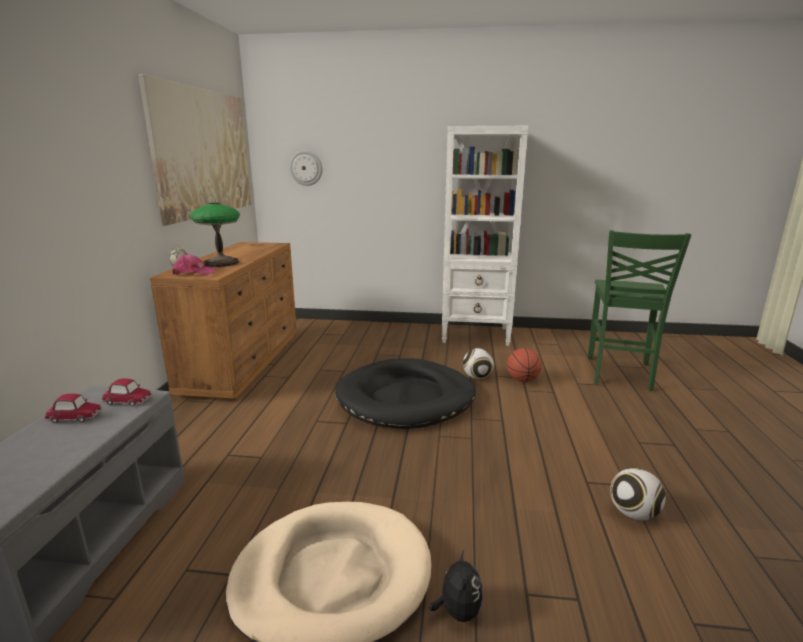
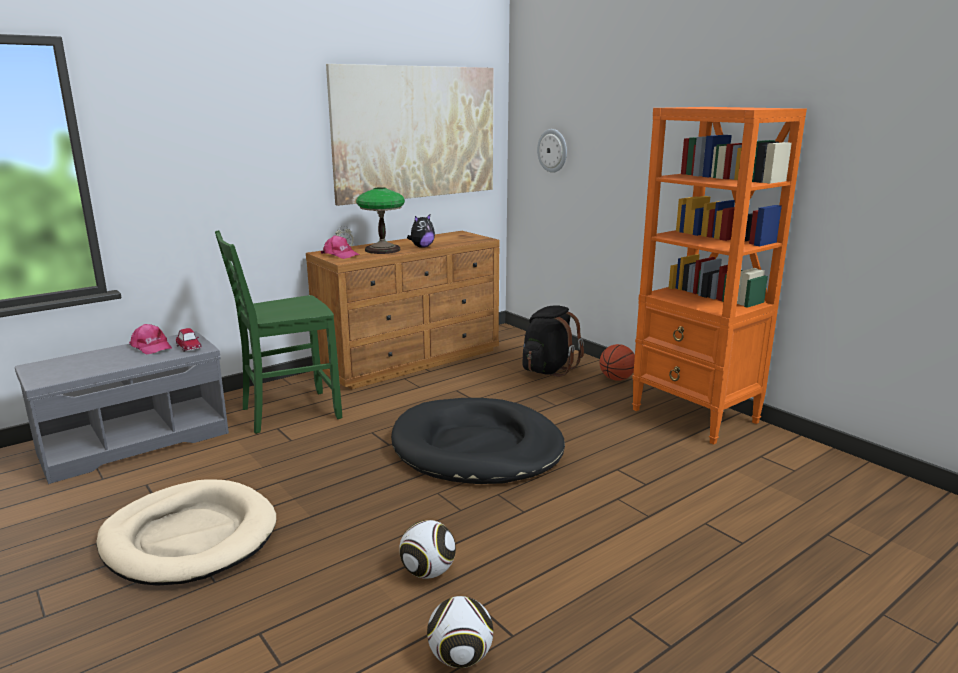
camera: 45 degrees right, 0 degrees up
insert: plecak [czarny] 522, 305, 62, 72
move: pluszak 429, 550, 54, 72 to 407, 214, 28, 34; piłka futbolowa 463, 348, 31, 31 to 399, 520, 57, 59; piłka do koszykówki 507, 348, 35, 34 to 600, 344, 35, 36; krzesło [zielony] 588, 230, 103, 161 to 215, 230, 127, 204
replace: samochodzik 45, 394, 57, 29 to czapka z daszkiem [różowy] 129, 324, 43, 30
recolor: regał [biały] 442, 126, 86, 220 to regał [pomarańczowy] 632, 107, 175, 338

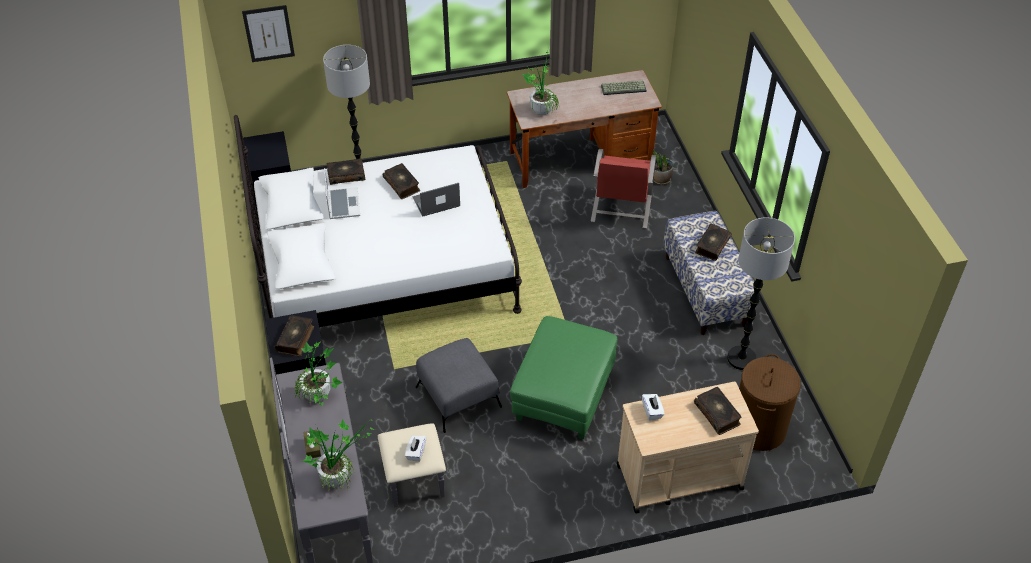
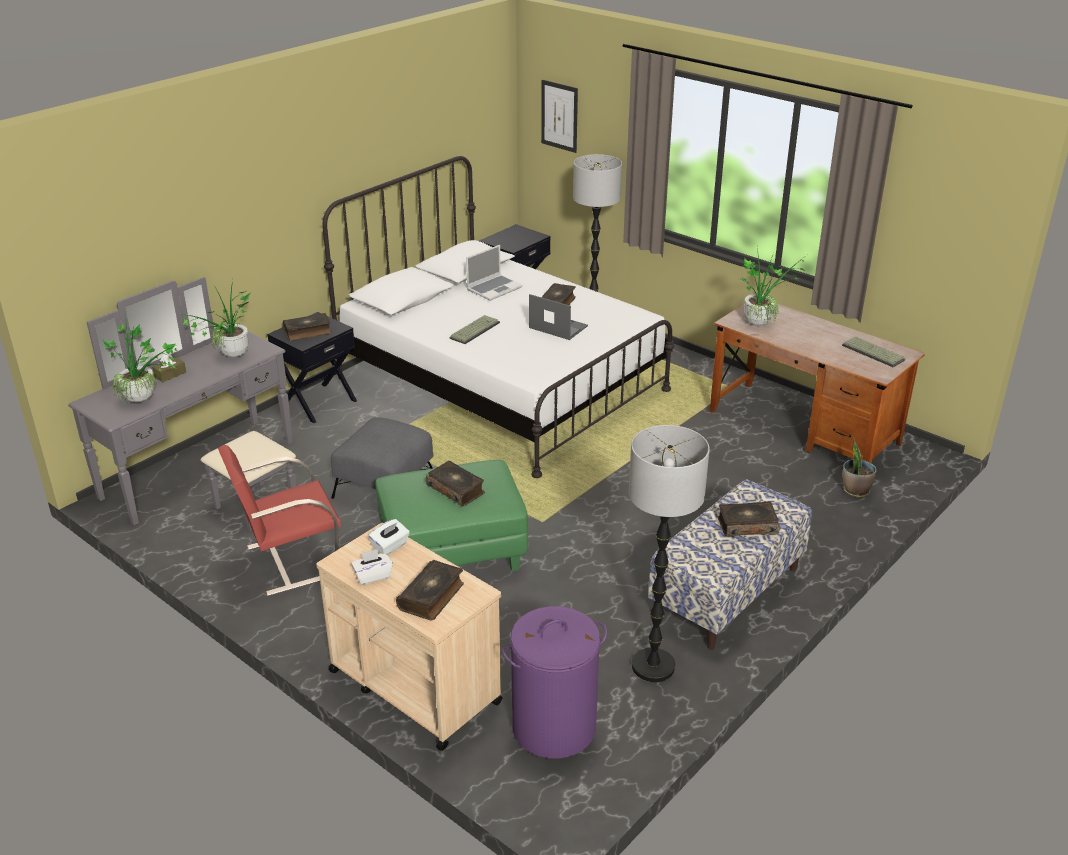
camera: 55 degrees right, 15 degrees down
insert: klawiatura 449, 315, 51, 29
move: książka 327, 158, 38, 27 to 426, 461, 59, 46; pudełko chusteczek [biały] 405, 436, 21, 26 to 351, 549, 42, 36; krzesło [czerwony] 590, 149, 66, 80 to 218, 445, 123, 151
recolor: kosz na pranie [brązowy] 739, 354, 62, 97 to kosz na pranie [fioletowy] 502, 606, 105, 153

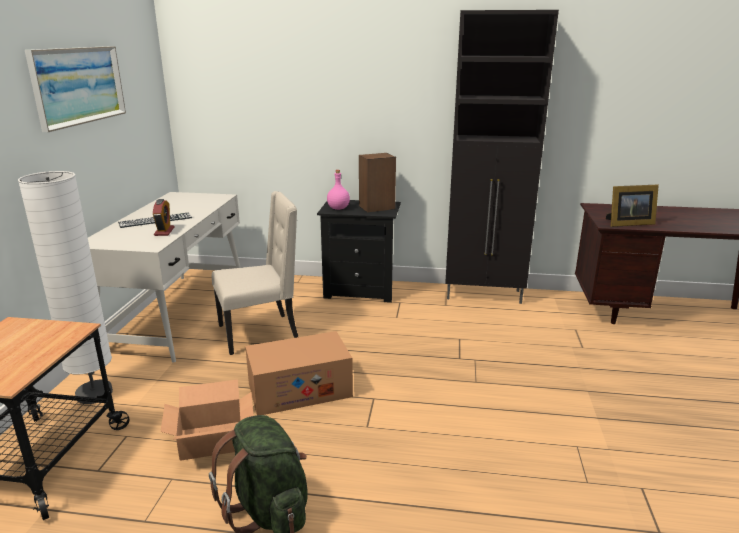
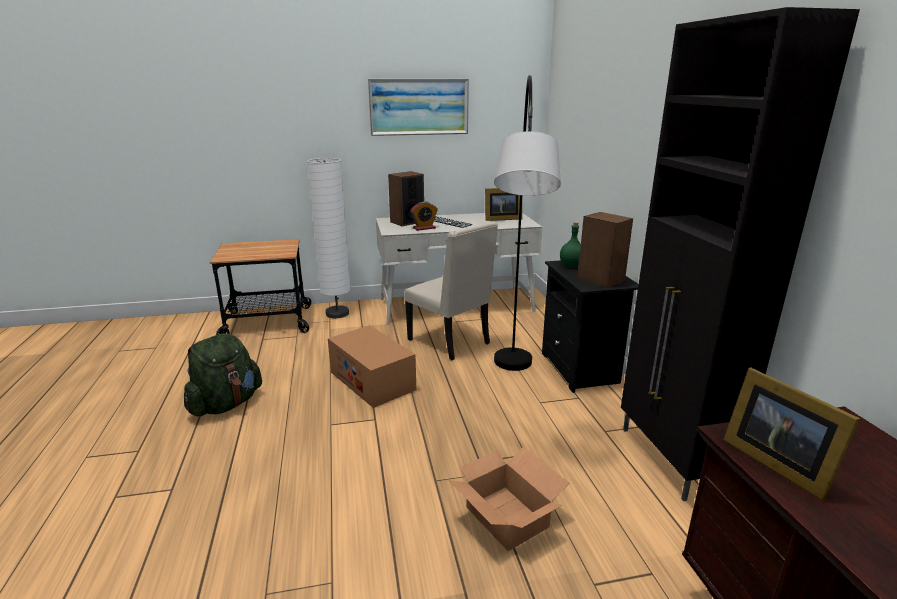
camera: 70 degrees right, 0 degrees up
insert: głośnik 388, 171, 36, 55; ramka na zdjęcie 485, 188, 37, 33; lampa stojąca [szary] 494, 75, 67, 296
move: karton 161, 379, 93, 82 to 449, 447, 120, 104
recolor: butelka [różowy] 327, 170, 23, 40 to butelka [zielony] 560, 222, 21, 45

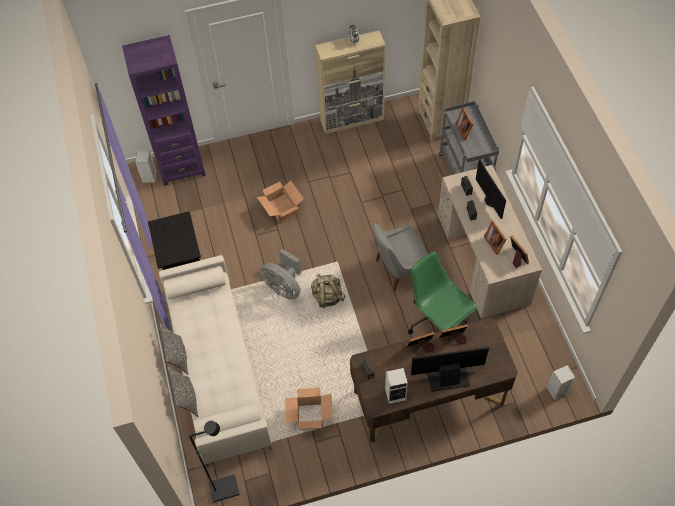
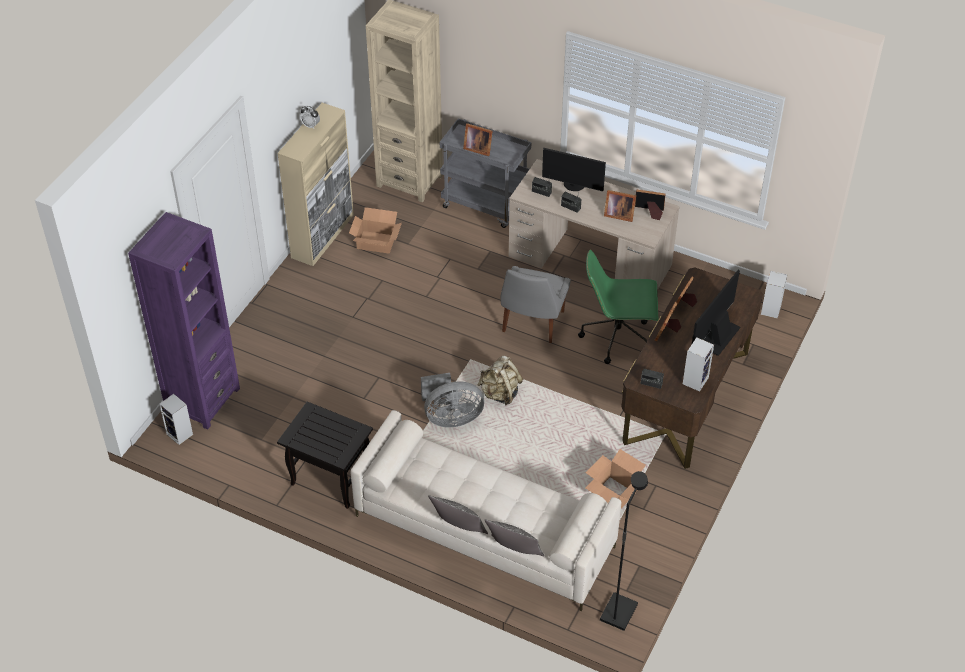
camera: 50 degrees left, 10 degrees down
move: karton 257, 180, 47, 42 to 349, 207, 53, 47

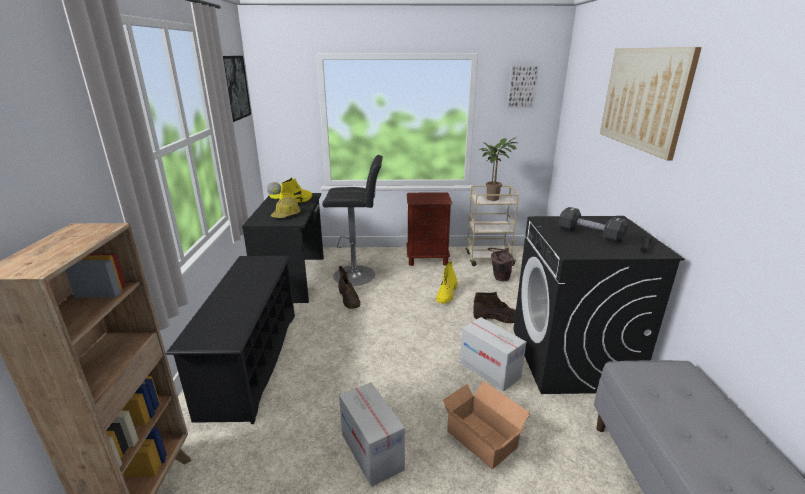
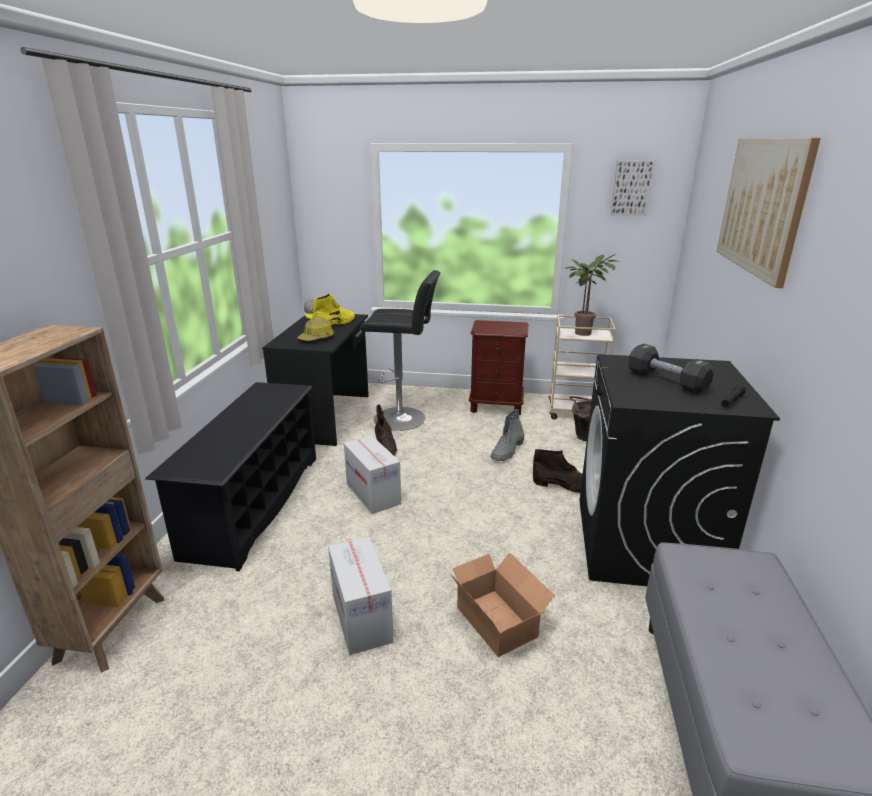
camera: 10 degrees right, 0 degrees up
delete: obraz 223, 56, 28, 66
move: karton 460, 317, 66, 75 to 344, 436, 57, 78
recolor: but z cholewką [żółty] 436, 261, 22, 43 to but z cholewką [szary] 491, 409, 33, 52

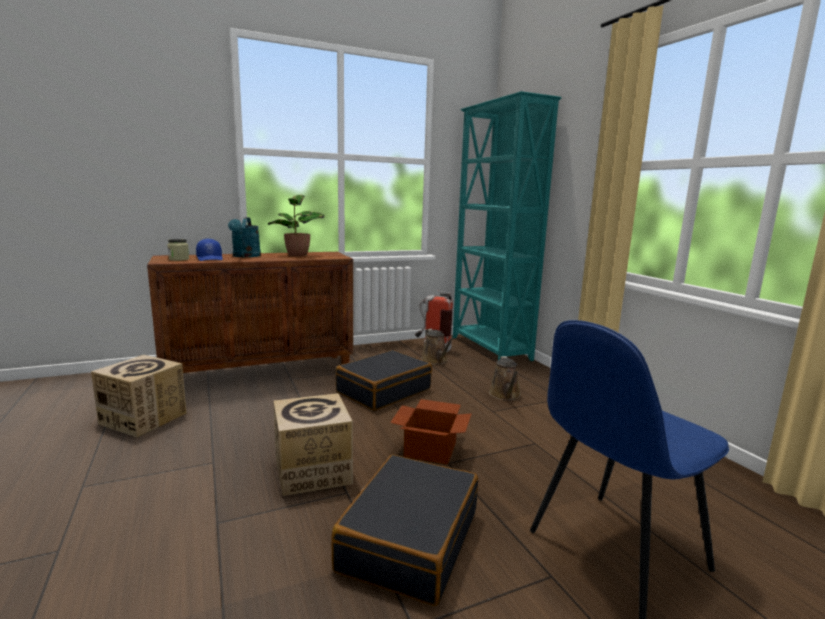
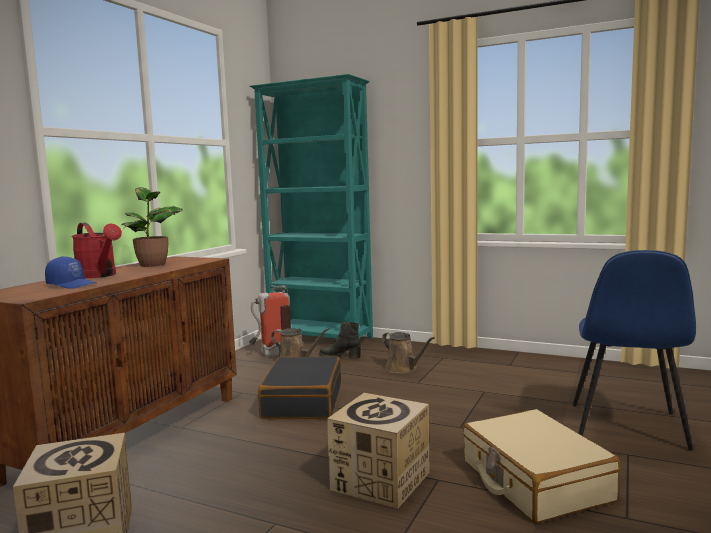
camera: 40 degrees left, 5 degrees down
delete: słoik 167, 239, 22, 22; karton 390, 399, 81, 66
insert: but z cholewką [czarny] 319, 322, 42, 37
recolor: konewka [turkusowy] 228, 217, 33, 40 to konewka [czerwony] 72, 223, 50, 55; walizka [czarny] 331, 455, 147, 151 to walizka [beżowy] 463, 409, 157, 114

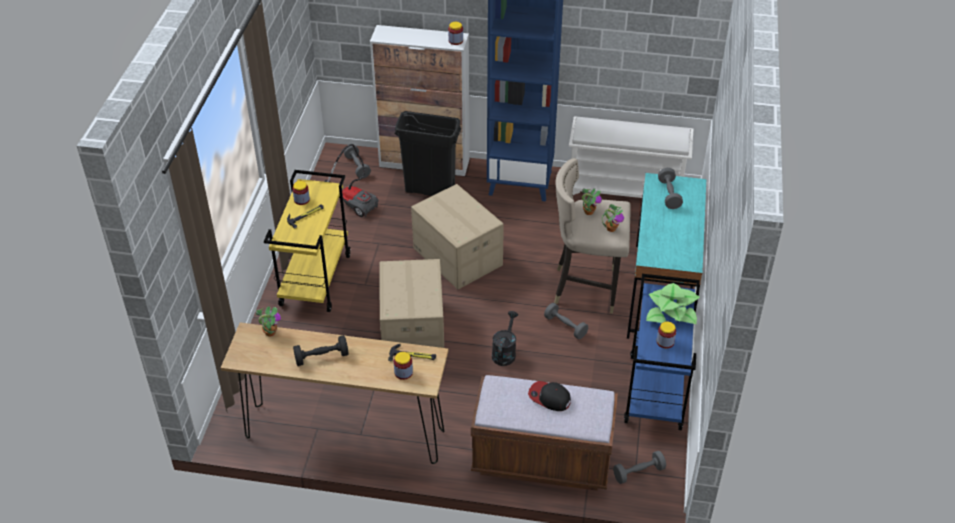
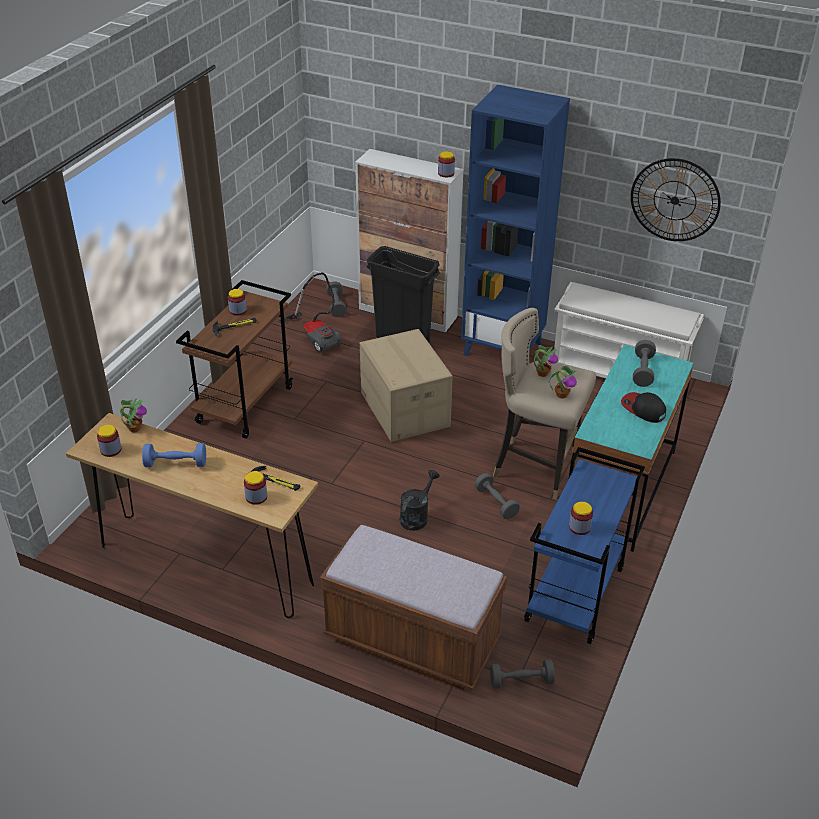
camera: 15 degrees right, 5 degrees down
delete: karton 380, 259, 64, 89; roślina doniczkowa 646, 283, 54, 41
insert: słoik 97, 425, 24, 32; zegar ścienny 631, 158, 90, 83
move: czapka z daszkiem 528, 381, 43, 30 to 621, 392, 45, 31
recolor: wózek [żółty] 264, 170, 87, 142 to wózek [brązowy] 176, 280, 117, 159; hantel [czarny] 293, 335, 56, 31 to hantel [niebieski] 142, 443, 64, 24

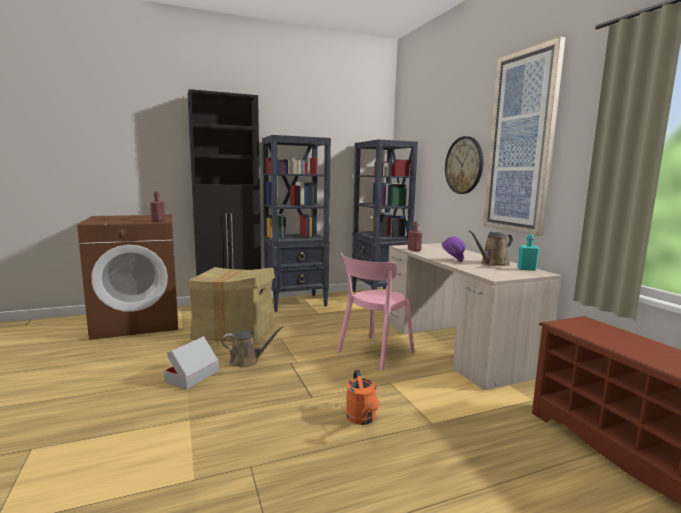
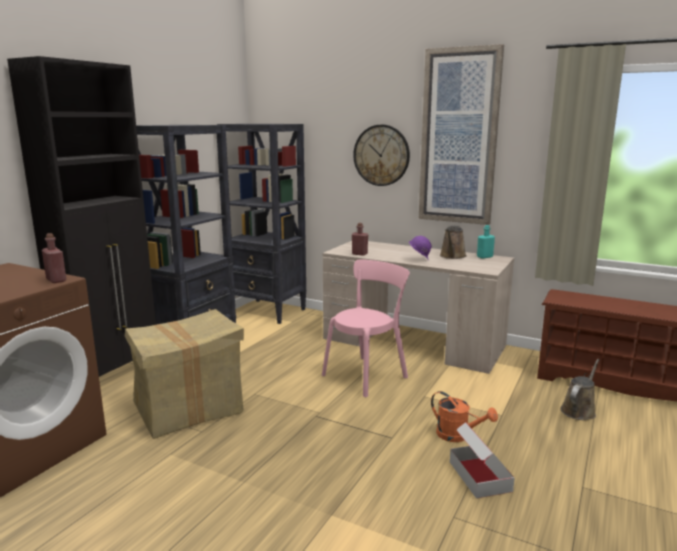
camera: 40 degrees left, 5 degrees up
move: karton 164, 336, 55, 54 to 450, 422, 64, 76; konewka [brązowy] 221, 326, 63, 42 to 560, 359, 40, 61
rotate: krzesło [różowy] 337, 253, 77, 117 = 322, 259, 88, 138 135 degrees counterclockwise

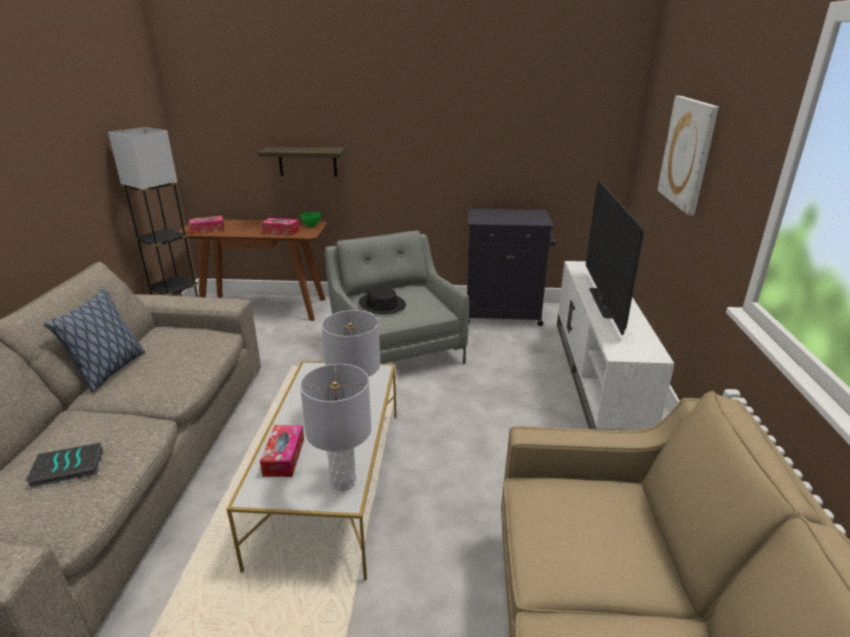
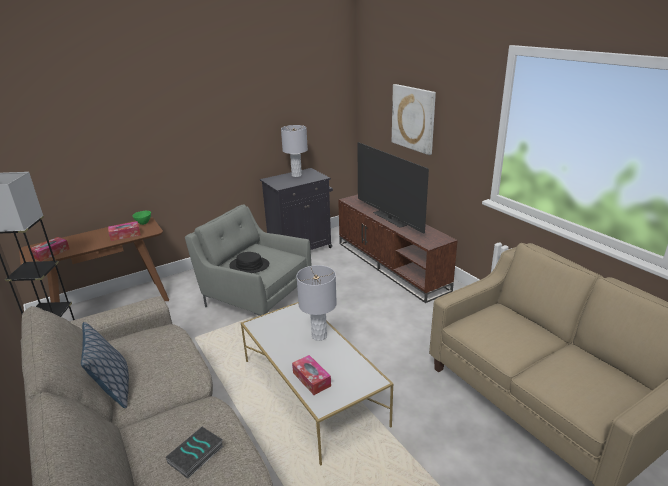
camera: 35 degrees left, 0 degrees up
delete: półka 257, 147, 89, 30
move: lampa stołowa [szary] 300, 364, 72, 127 to 281, 125, 27, 52
recolor: szafka pod telewizor [biały] 557, 261, 118, 169 to szafka pod telewizor [brązowy] 338, 194, 119, 109

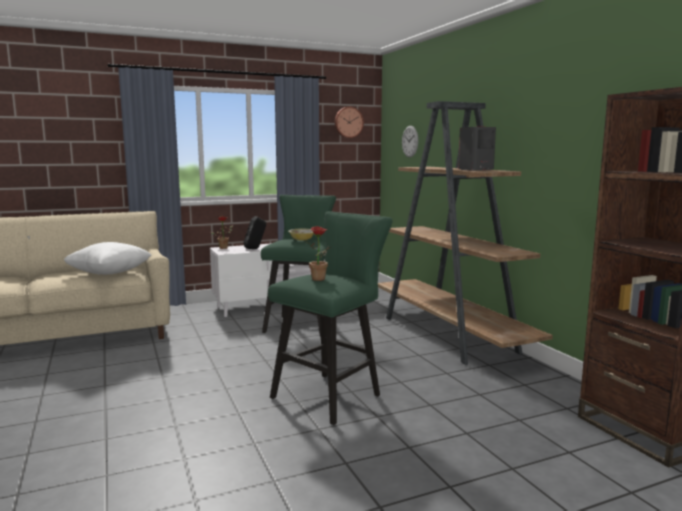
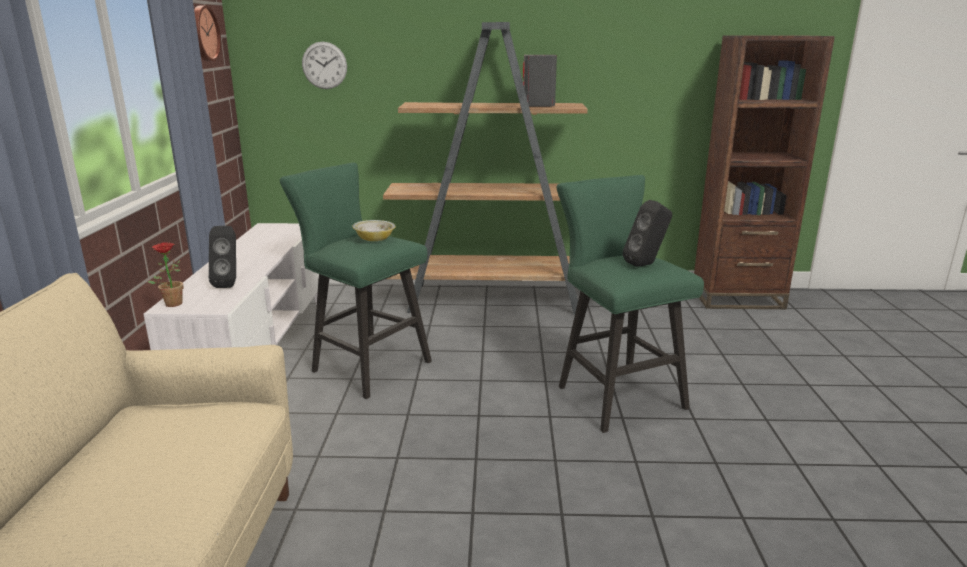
camera: 65 degrees left, 10 degrees up
delete: poduszka [biały] 64, 242, 88, 33
replace: roślina doniczkowa 306, 226, 25, 55 to głośnik [czarny] 623, 200, 49, 67

